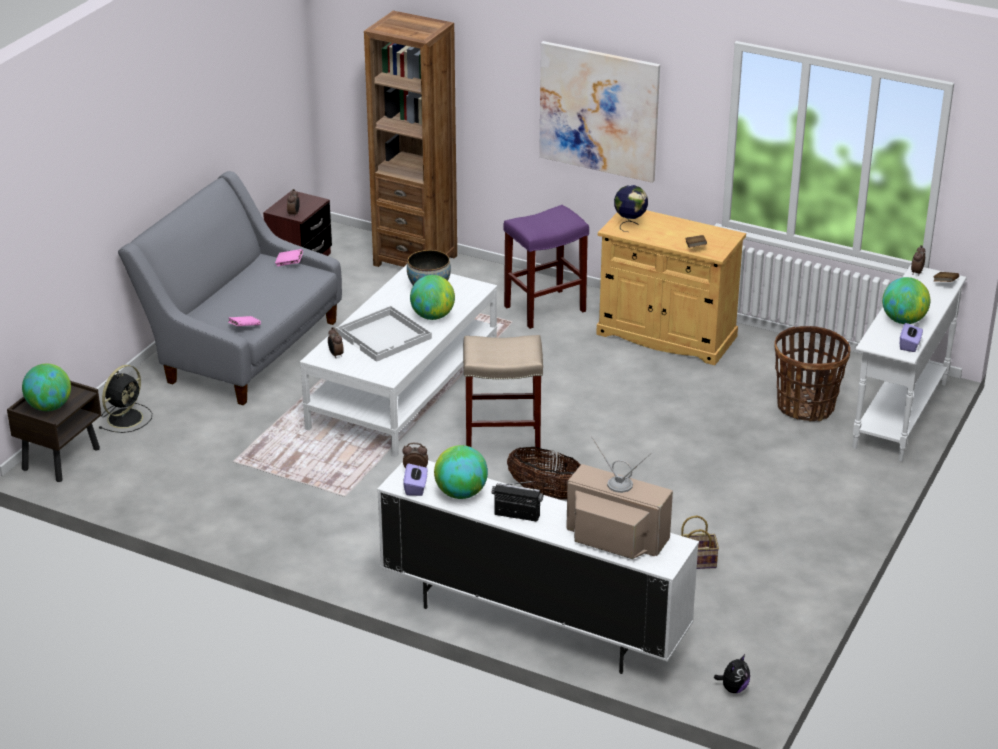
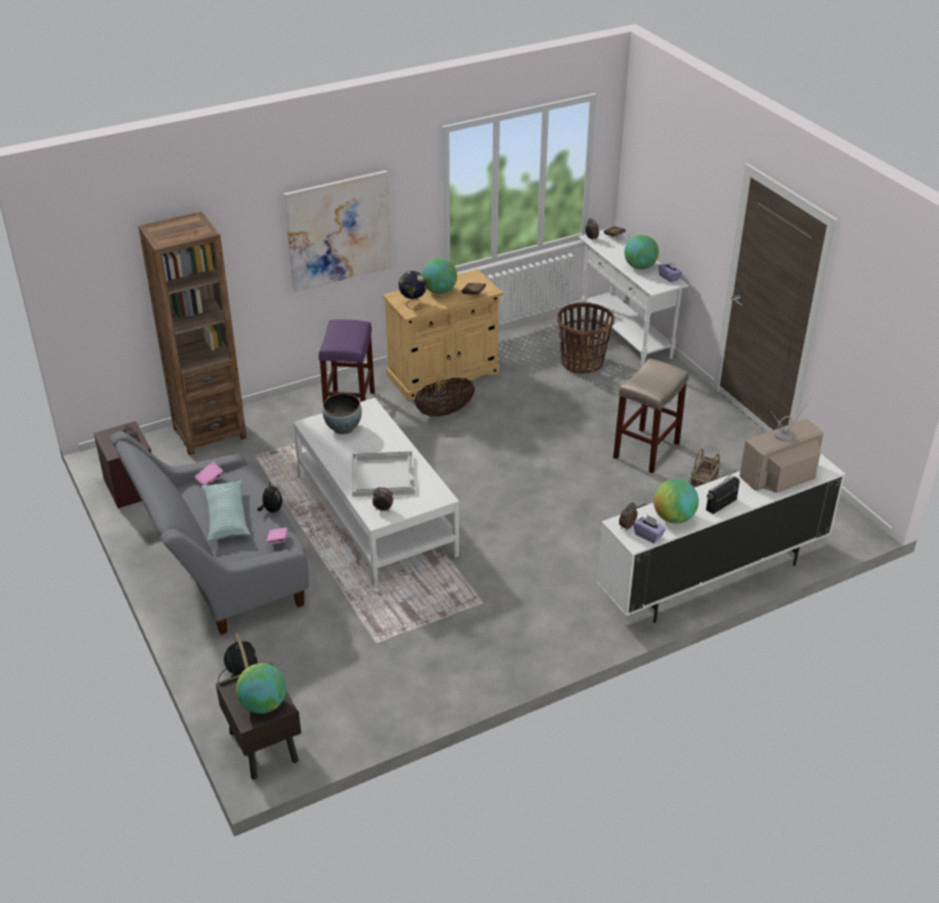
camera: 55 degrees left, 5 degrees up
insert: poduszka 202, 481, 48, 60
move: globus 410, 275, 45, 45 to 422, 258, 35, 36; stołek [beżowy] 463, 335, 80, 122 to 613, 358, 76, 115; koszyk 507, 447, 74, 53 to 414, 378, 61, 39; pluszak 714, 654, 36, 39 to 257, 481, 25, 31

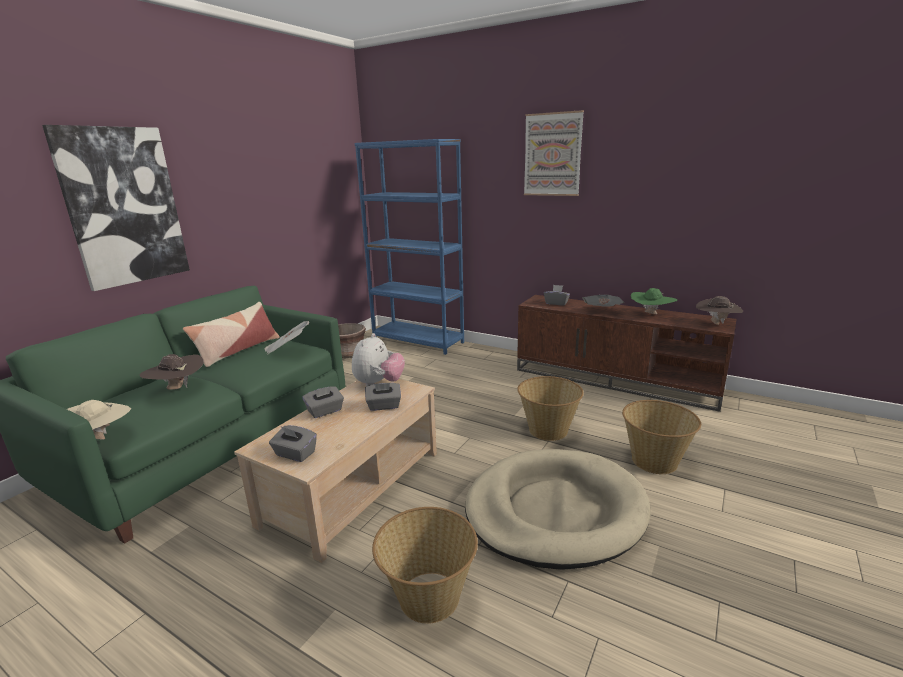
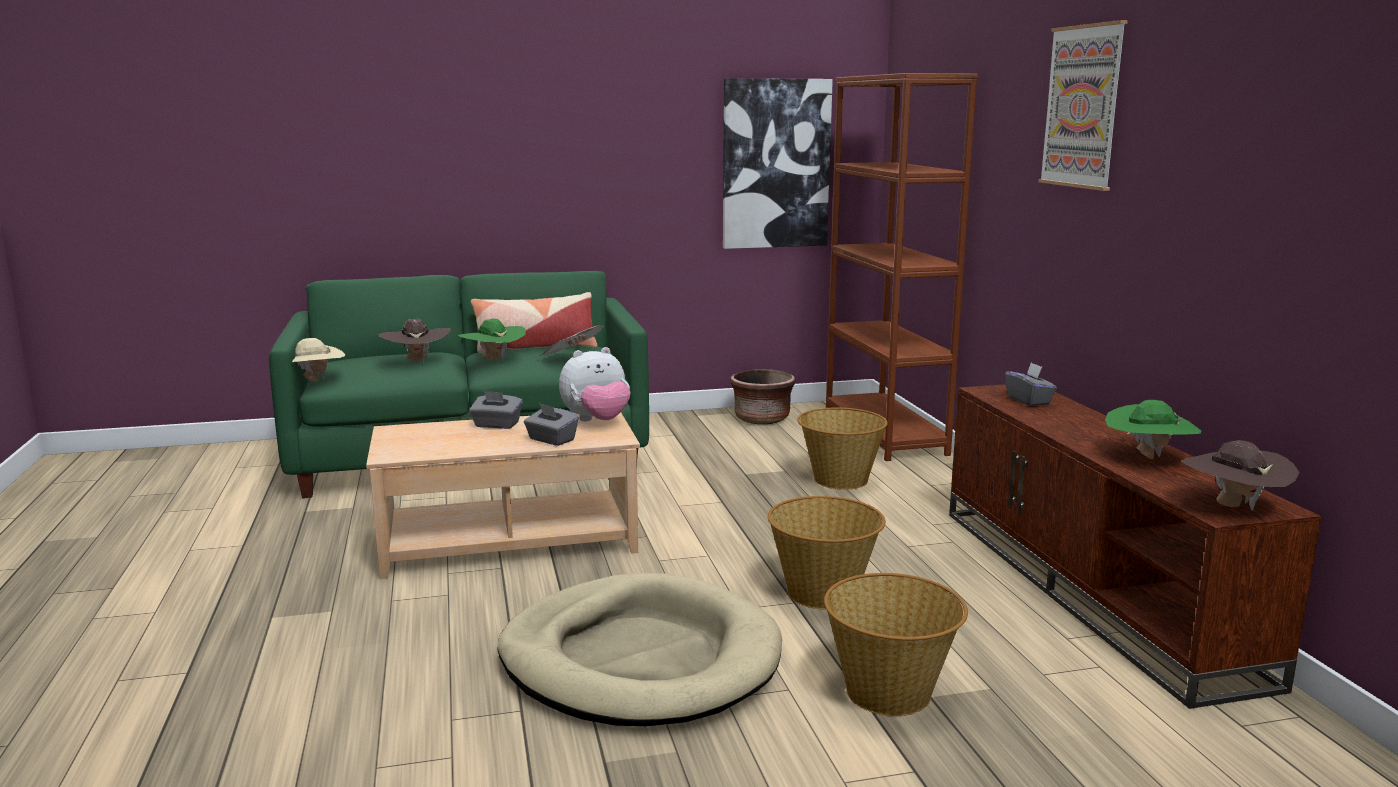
camera: 45 degrees right, 5 degrees down
delete: pudełko chusteczek [szary] 269, 425, 48, 37; gazeta 582, 295, 42, 12
insert: kapelusz [zielony] 458, 319, 68, 42
move: obraz 42, 125, 148, 166 to 723, 78, 110, 171; koszyk 372, 507, 106, 117 to 797, 407, 91, 83
recolor: regał [niebieski] 355, 139, 109, 216 to regał [brązowy] 826, 73, 152, 388

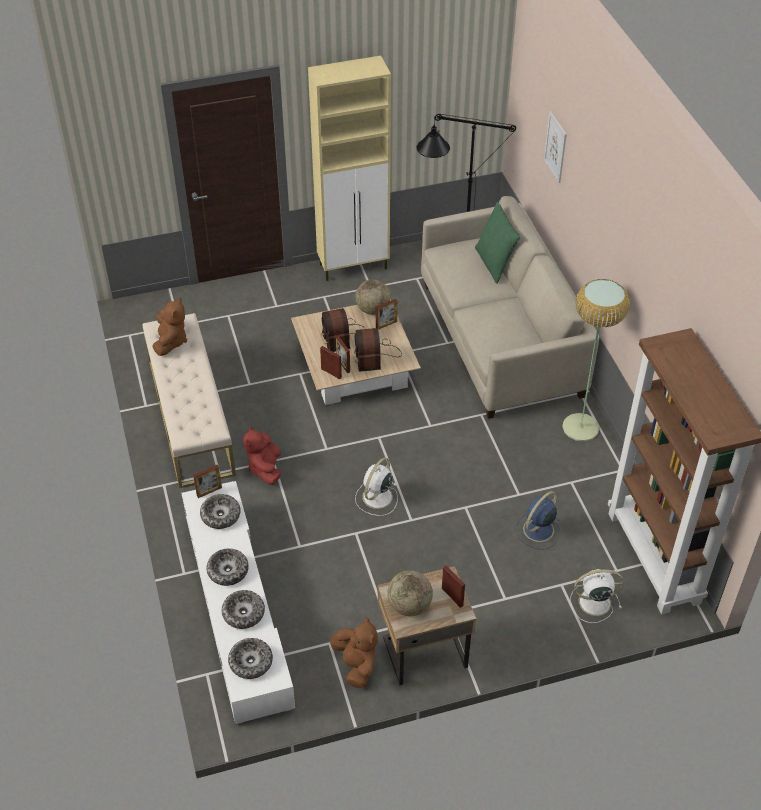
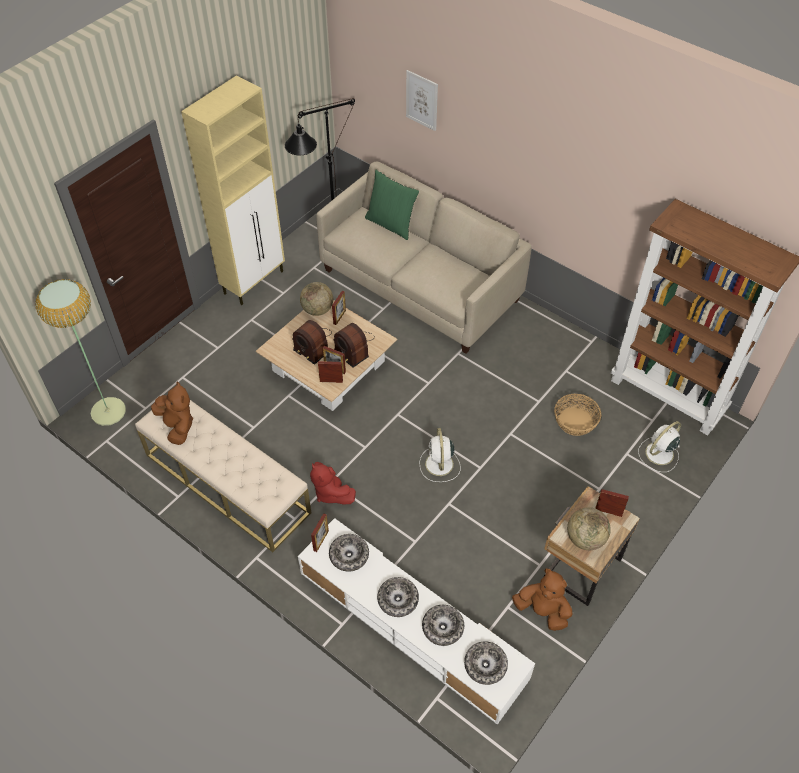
camera: 35 degrees left, 5 degrees up
move: lampa stojąca 562, 279, 68, 162 to 35, 279, 91, 147
replace: wentylator [niebieski] 516, 491, 44, 59 to koszyk 554, 394, 47, 42

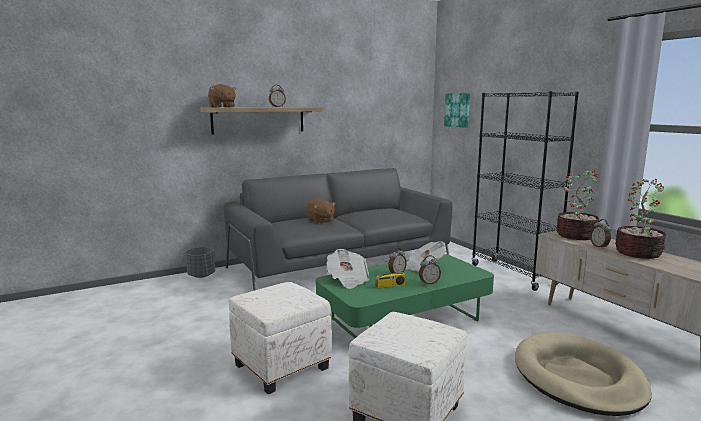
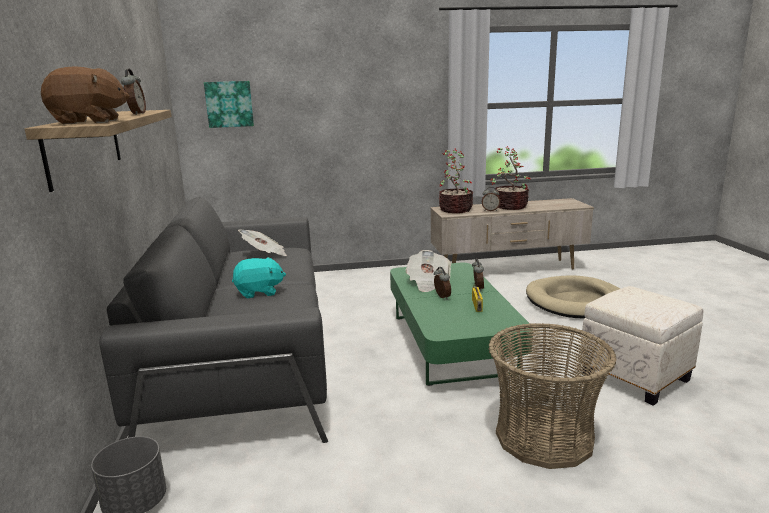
camera: 70 degrees left, 5 degrees up
delete: regał [czarny] 472, 91, 107, 200
move: gazeta 326, 249, 43, 40 to 238, 229, 49, 27
replace: pufa [biały] 229, 282, 103, 113 to koszyk 488, 323, 129, 146
recolor: pluszak [brązowy] 307, 199, 29, 25 to pluszak [turkusowy] 232, 257, 54, 41

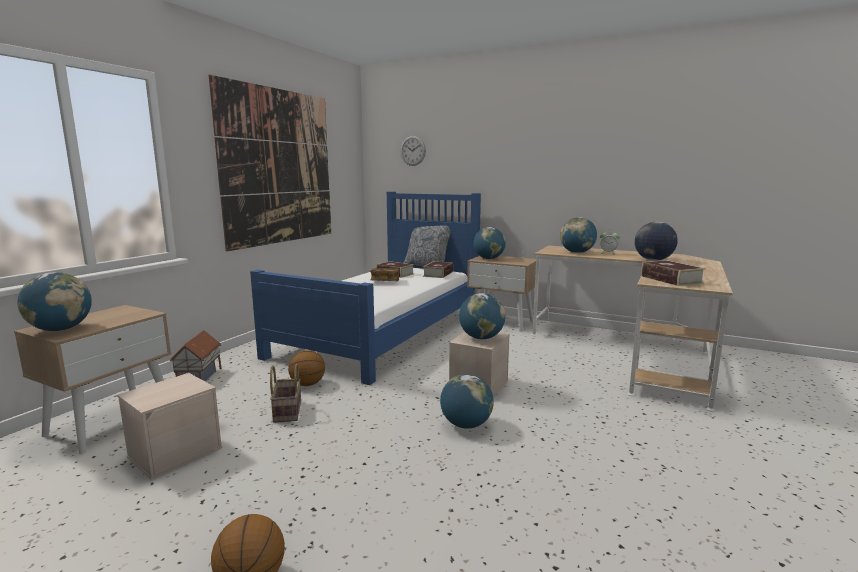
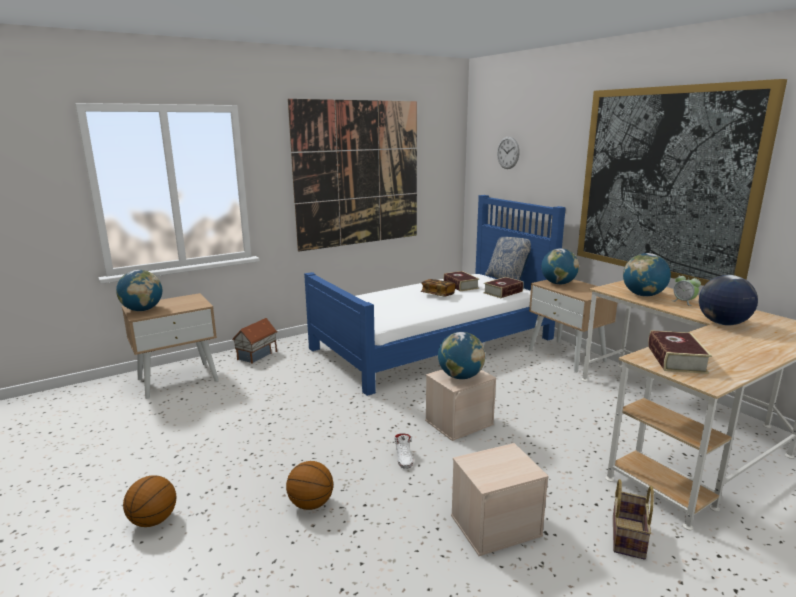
camera: 30 degrees right, 5 degrees up
insert: obraz 577, 79, 210, 207
move: pojemnik do przechowywania [beżowy] 117, 373, 105, 107 to 451, 443, 98, 113; koszyk 270, 364, 31, 59 to 613, 479, 41, 81; piłka do koszykówki 288, 350, 37, 36 to 286, 461, 47, 49
replace: globus 440, 374, 54, 55 to but [biały] 394, 433, 19, 36

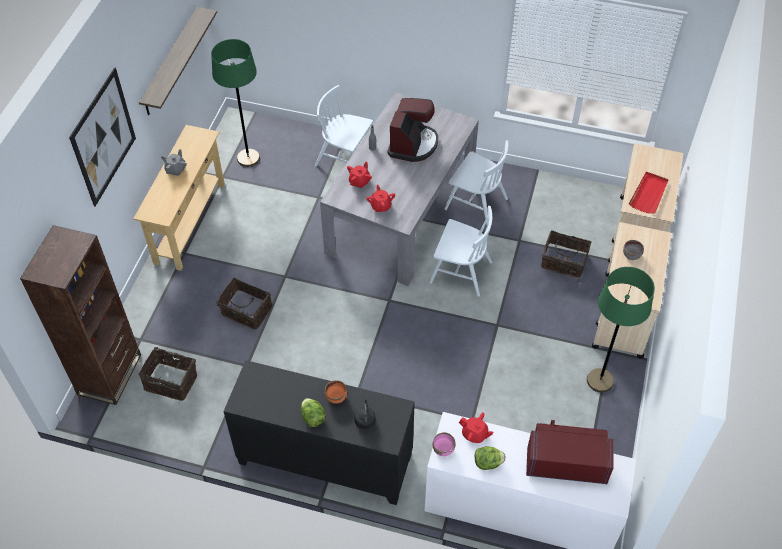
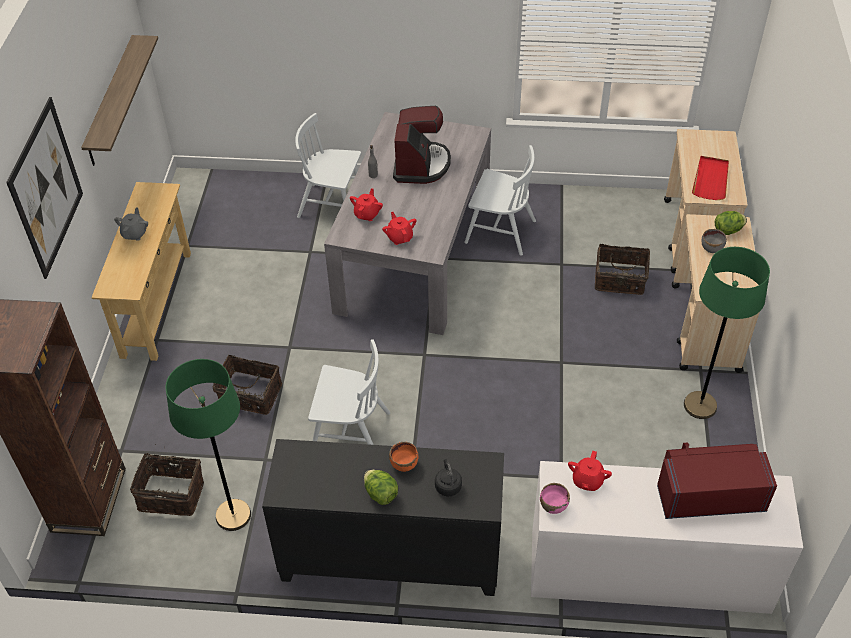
camera: 10 degrees left, 5 degrees down
move: lampa stojąca [zielony] 211, 39, 49, 128 to 165, 359, 86, 172; krzesło [biały] 429, 206, 63, 91 to 308, 339, 82, 106; sałata 474, 446, 32, 24 to 715, 211, 32, 24
rotate: imbryk [czerwony] 459, 412, 34, 31 = 568, 451, 44, 40 90 degrees clockwise

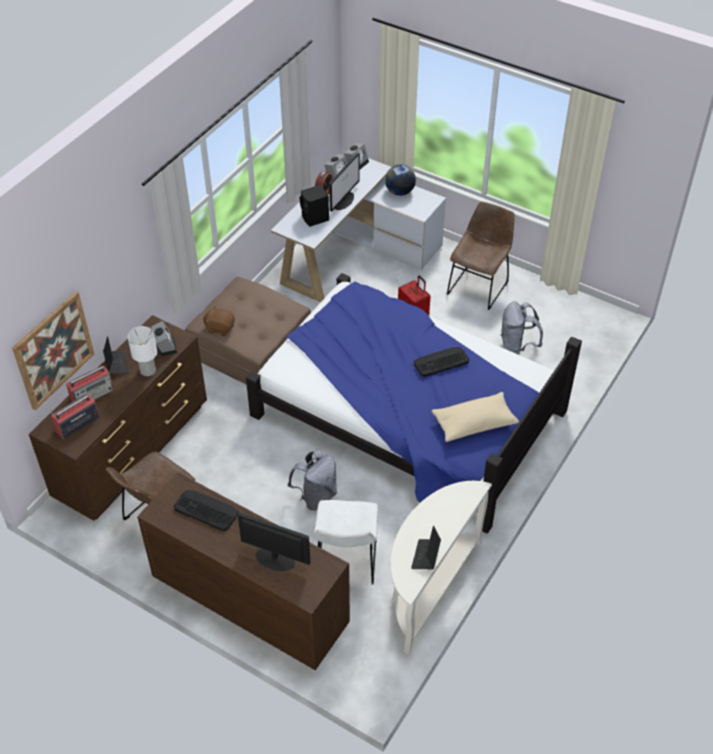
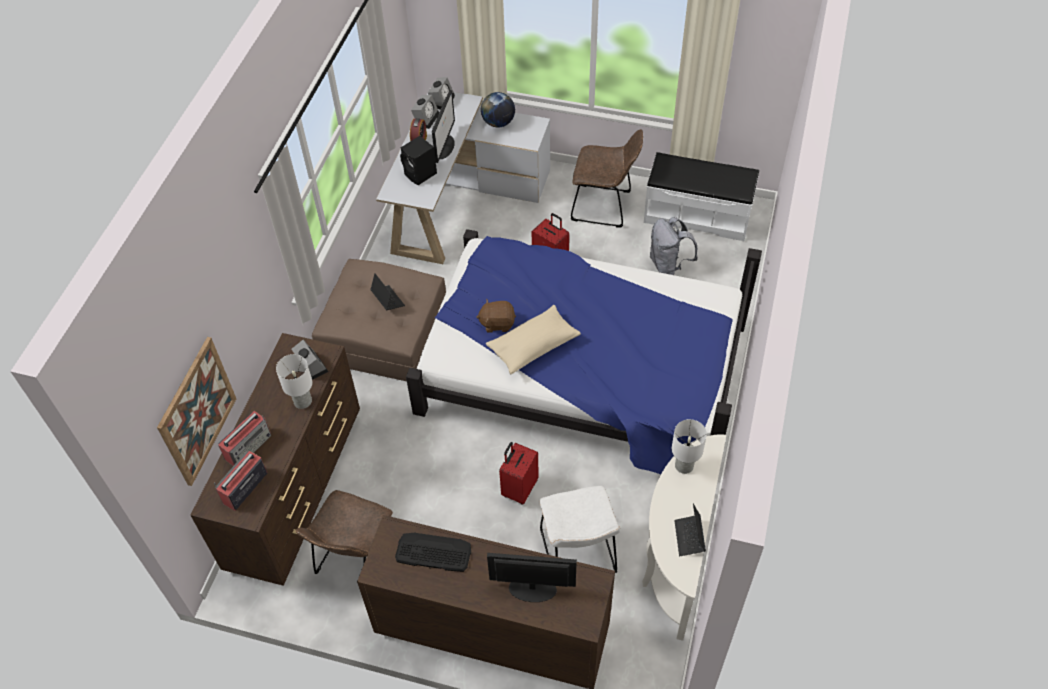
camera: 15 degrees left, 5 degrees up
delete: klawiatura 413, 347, 56, 30
insert: ławka [biały] 644, 152, 115, 89; lampa stołowa [biały] 672, 419, 35, 55
move: laptop 103, 336, 26, 38 to 371, 273, 34, 37; pluszak [brązowy] 203, 306, 32, 30 to 477, 299, 39, 33; poduszka [beżowy] 432, 392, 87, 50 to 486, 305, 95, 69
replace: plecak [szary] 287, 450, 50, 61 to walizka [czerwony] 499, 442, 40, 63
rotate: krzesło [brązowy] 447, 202, 68, 108 = 571, 129, 72, 99 90 degrees clockwise

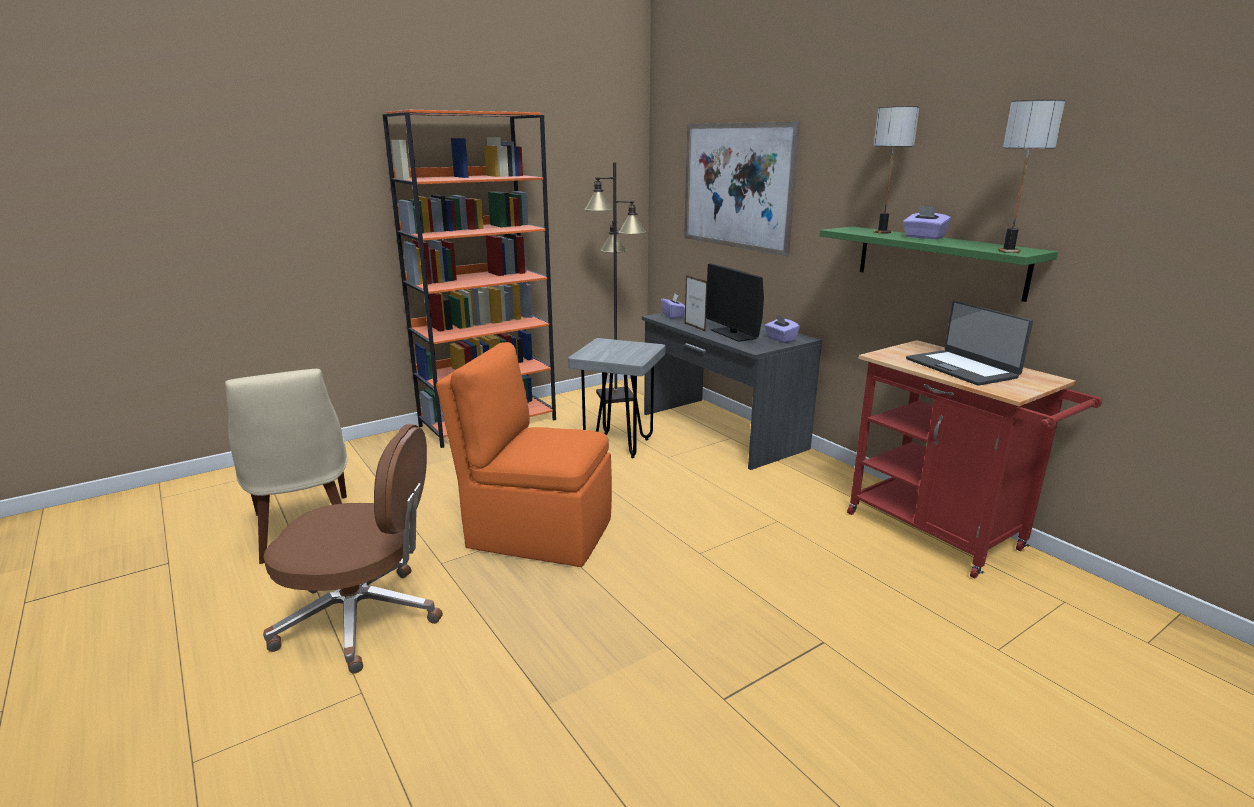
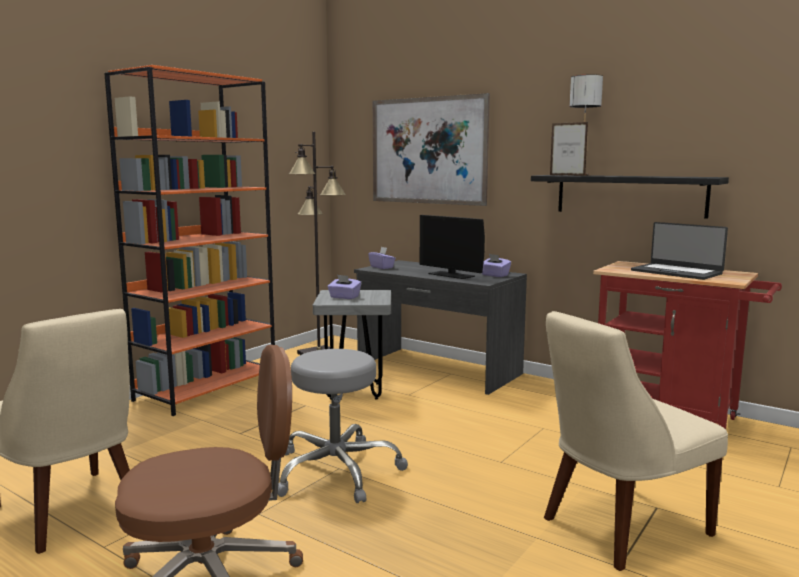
camera: 20 degrees left, 10 degrees down
delete: lampa stołowa 998, 100, 67, 153
insert: krzesło [beżowy] 544, 311, 184, 260
move: ramka na zdjęcie 684, 275, 24, 57 to 550, 122, 38, 54; pudełko chusteczek [fioletowy] 903, 206, 48, 33 to 327, 275, 34, 24
replace: krzesło [pomarańczowy] 436, 342, 176, 225 to stołek [szary] 278, 349, 130, 154
recolor: półka [zielony] 820, 226, 238, 76 to półka [czarny] 531, 175, 198, 44

